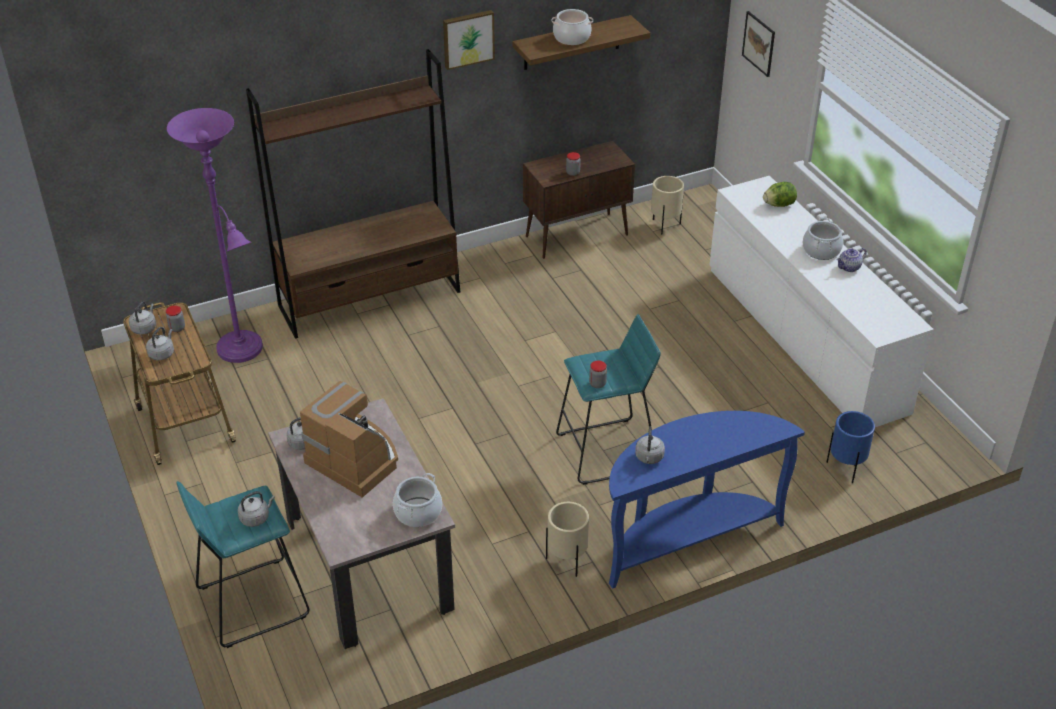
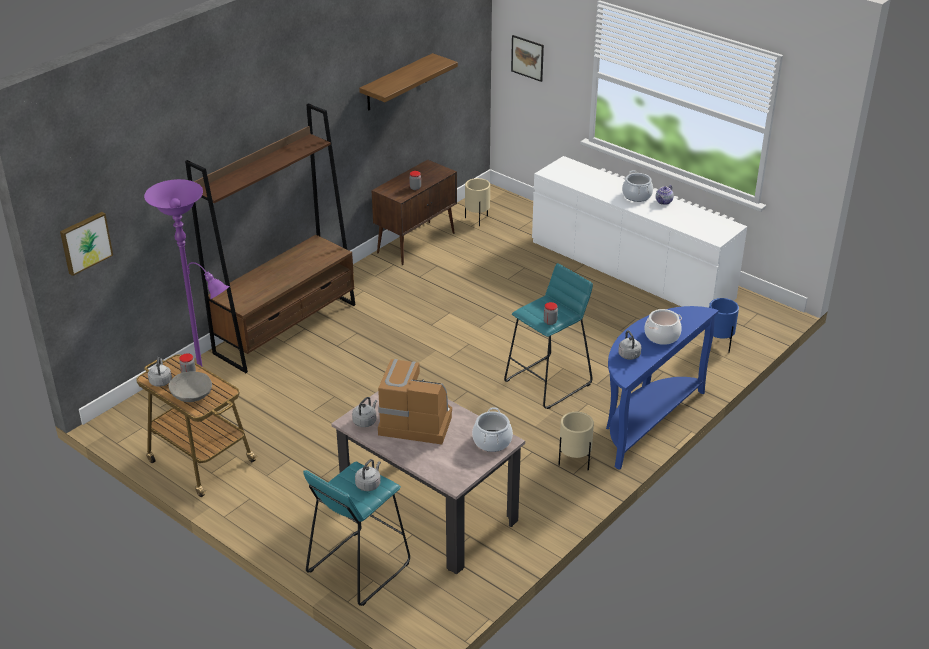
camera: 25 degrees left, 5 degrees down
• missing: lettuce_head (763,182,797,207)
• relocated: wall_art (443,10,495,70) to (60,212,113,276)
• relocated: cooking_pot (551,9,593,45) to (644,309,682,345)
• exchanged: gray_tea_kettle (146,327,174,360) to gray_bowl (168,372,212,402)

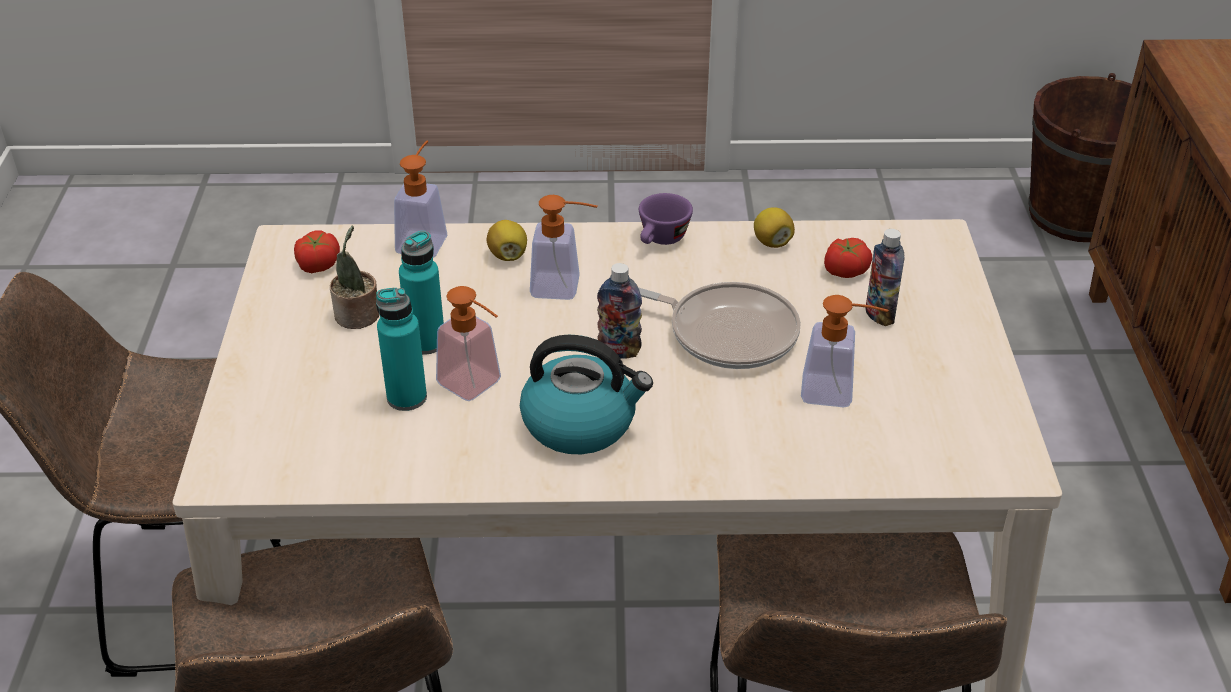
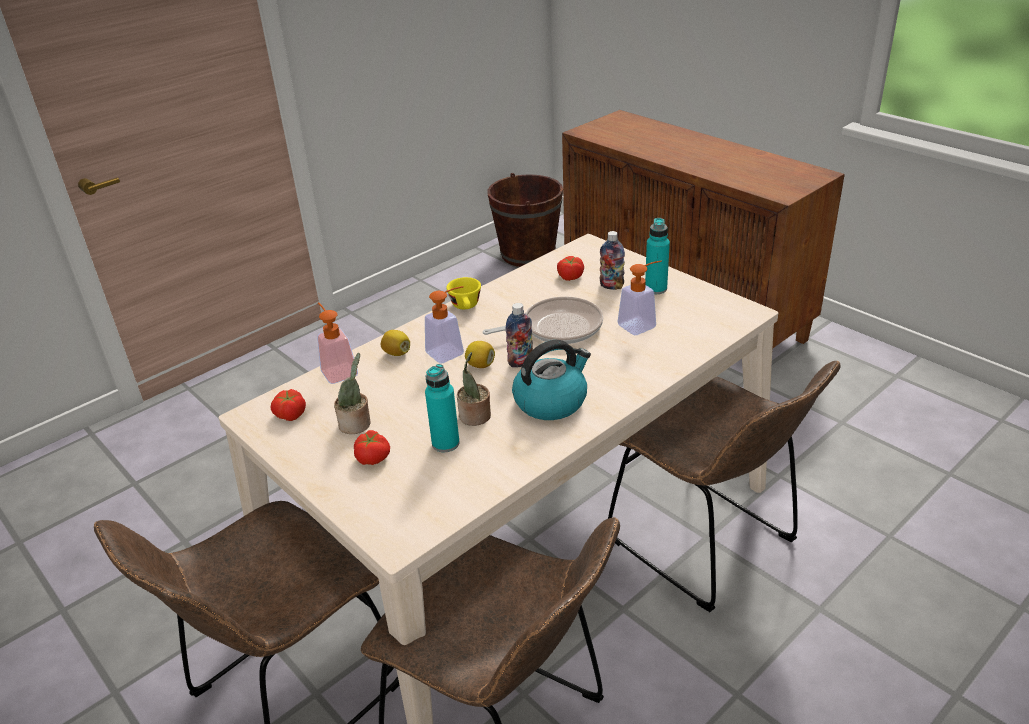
camera: 40 degrees left, 5 degrees down
• appeared: whole_tomato (354,430,390,465)
• relocated: turquoise-coloured_beverage_bottle (399,231,444,355) to (645,218,670,294)
• relocated: whole_lemon (754,207,795,248) to (465,341,495,368)
• exchanged: soap_dispenser (436,286,501,401) to plant_in_a_pot (457,352,491,426)
• colour: purple-coloured_drinking_cup (639,193,693,245) to yellow_drinking_cup (446,277,481,309)

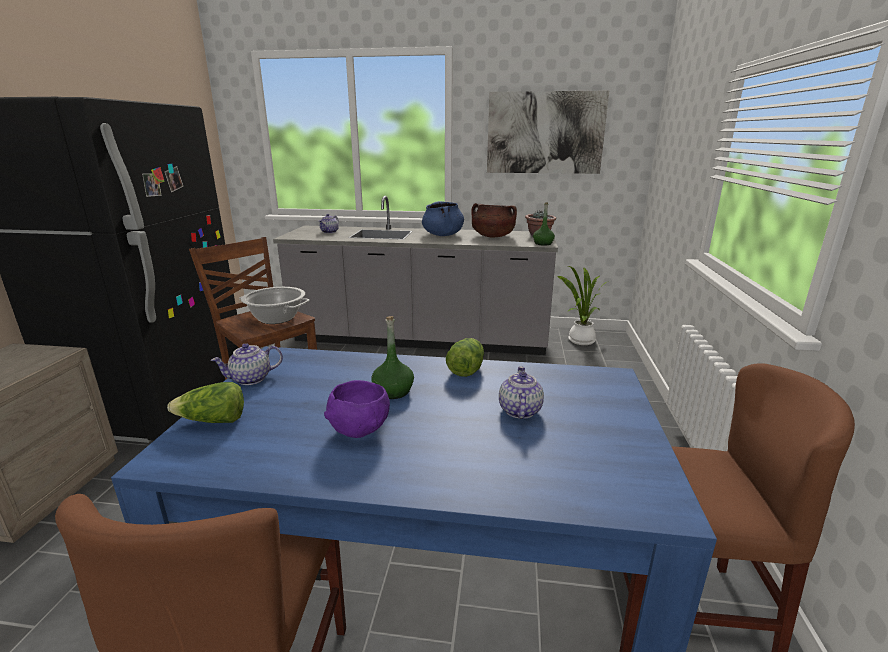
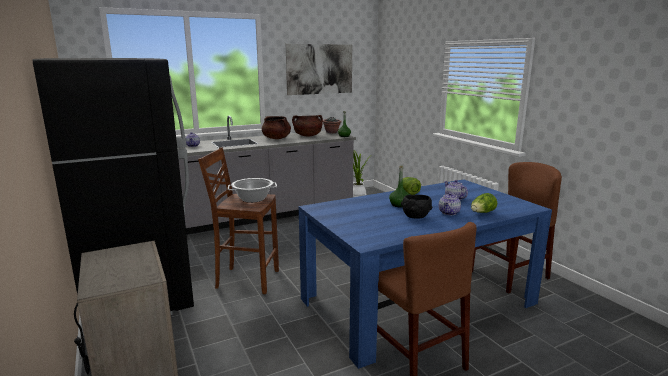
camera: 35 degrees left, 5 degrees down
• relocated: lettuce_head (167,382,244,423) to (471,193,497,213)
• relocated: pot_for_tea (211,343,283,385) to (439,193,461,215)
• colour: purple-coloured_bowl (324,380,390,438) to blackish_bowl (401,195,432,219)
• colour: blue_cooking_pot (422,201,464,236) to brown-coloured_cooking_pot (262,116,291,139)

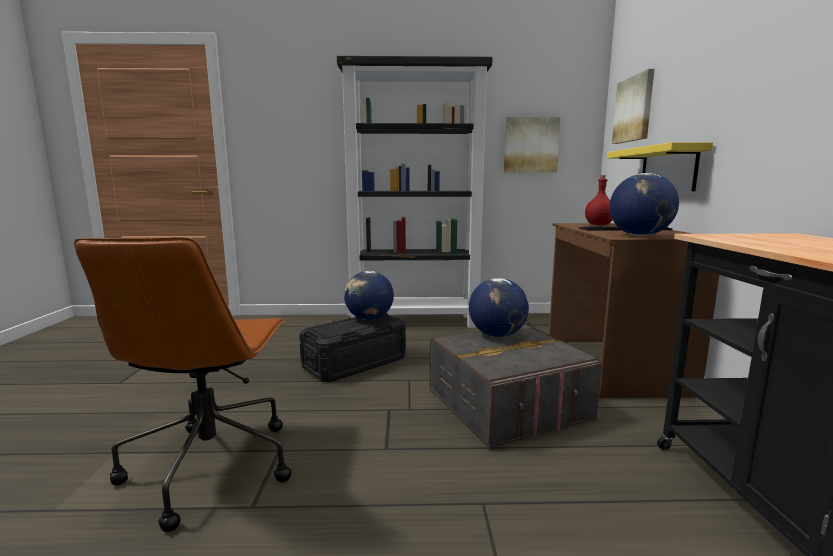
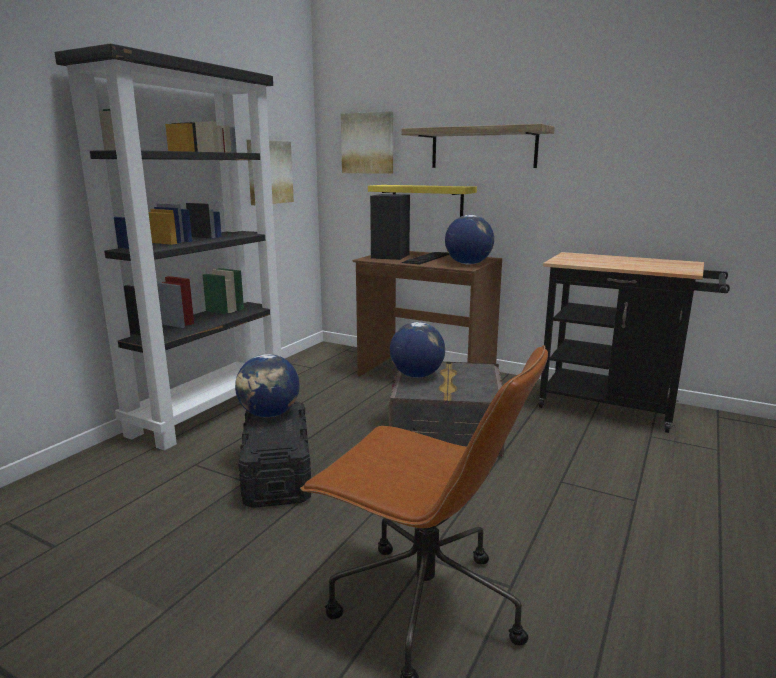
camera: 60 degrees left, 5 degrees up
• appeared: shelf (401,124,555,168)
• exchanged: red_beverage_bottle (585,175,613,225) to blackish_loudspeaker (370,194,410,260)

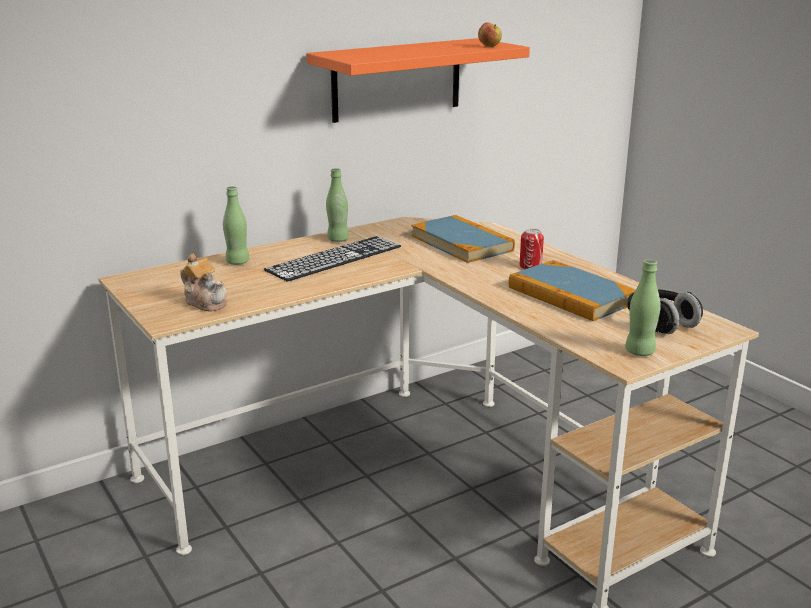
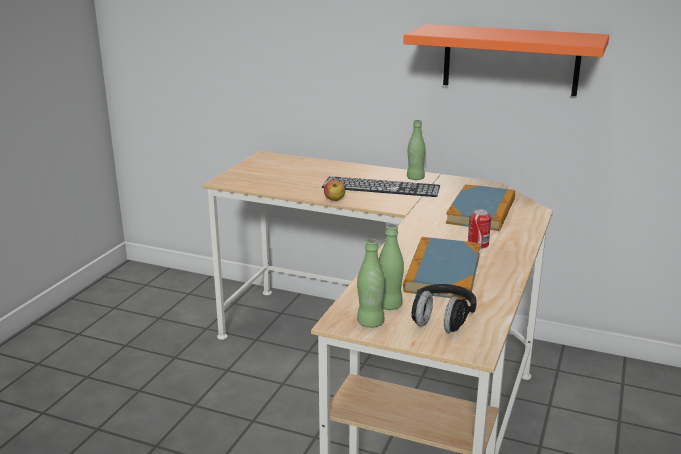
camera: 55 degrees right, 0 degrees up
• missing: pot_for_tea (180,253,227,311)
• relocated: greenish_beverage_bottle (223,186,249,265) to (378,224,404,310)
• relocated: apple_fruit (478,22,502,47) to (324,180,345,201)

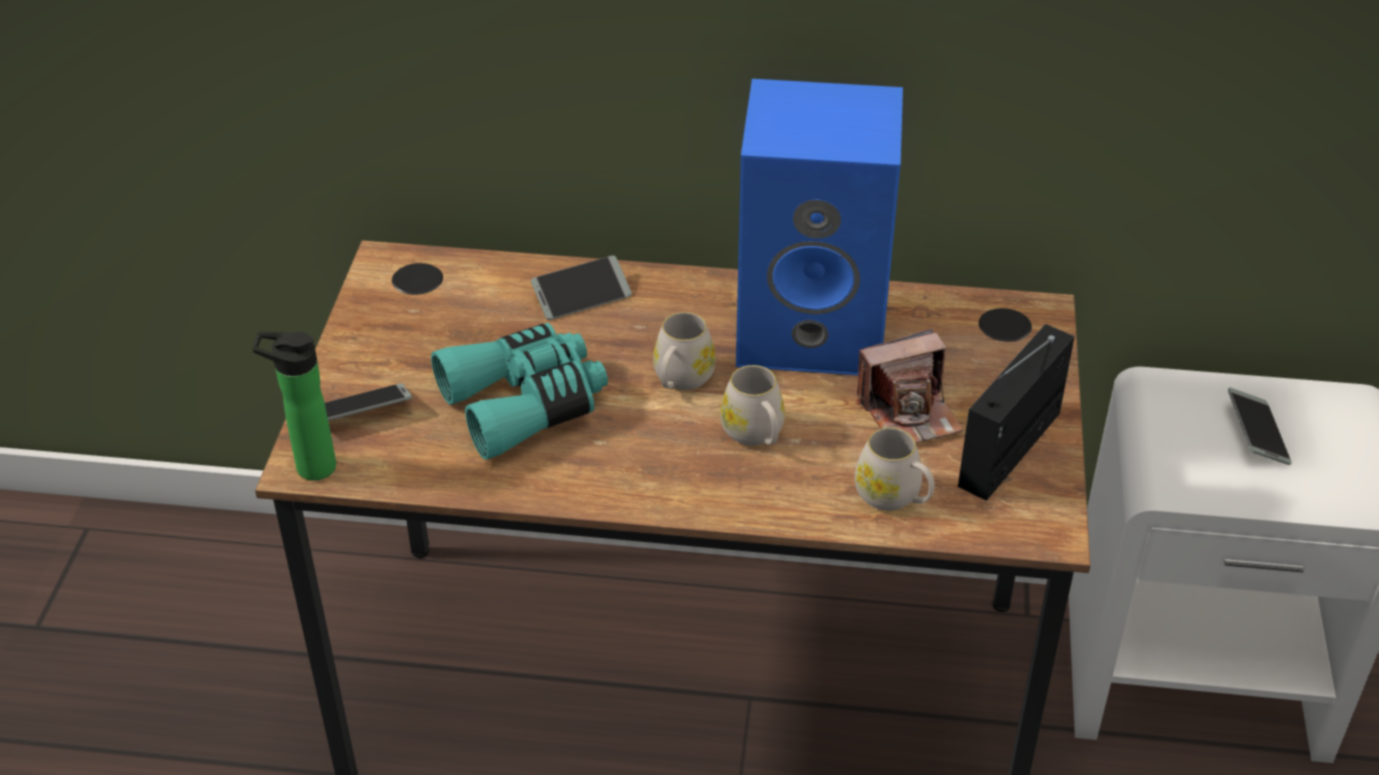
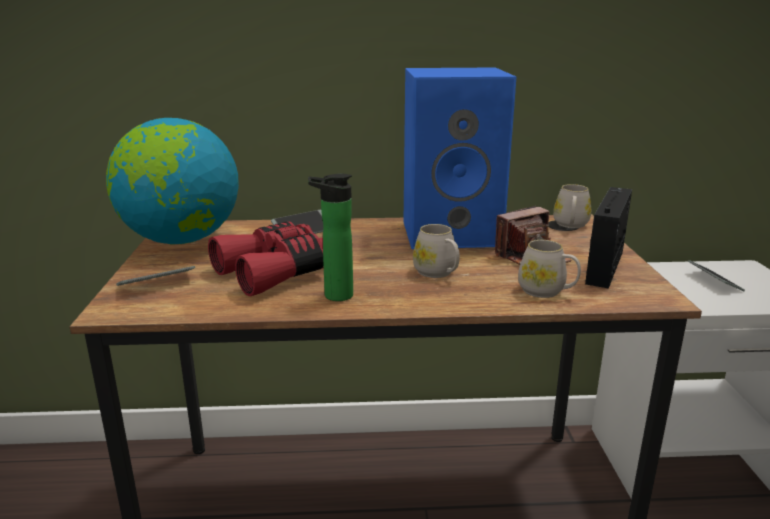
camera: 10 degrees left, 20 degrees down
• appeared: globe (106,118,239,245)
• relocated: beverage_bottle (253,332,336,481) to (308,173,353,301)
• relocated: white-coloured_mug (653,312,716,390) to (553,184,591,228)
• colour: turquoise-coloured_binoculars (431,323,608,460) to red_binoculars (208,221,324,296)

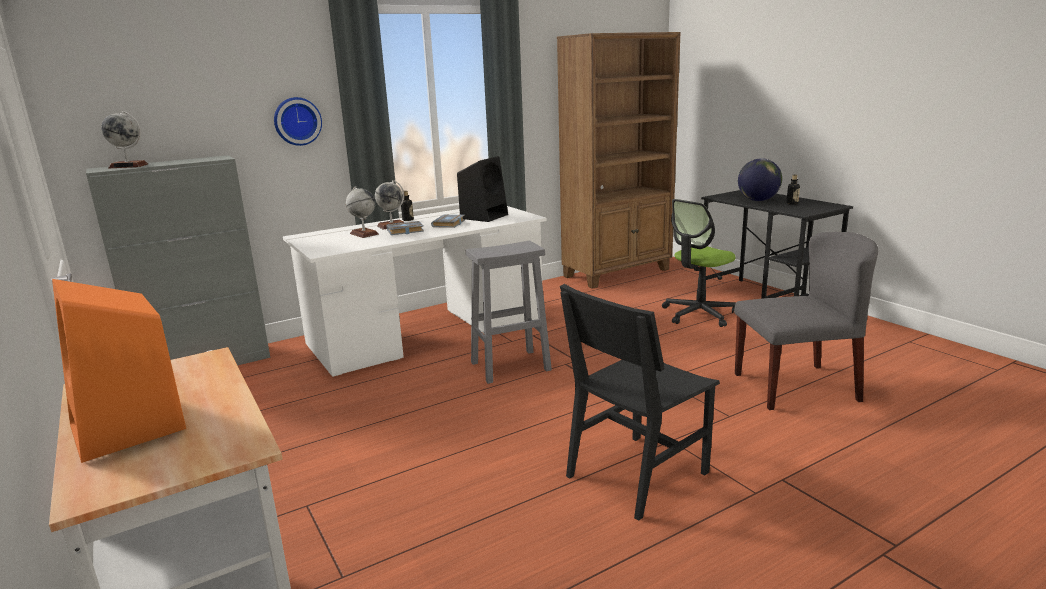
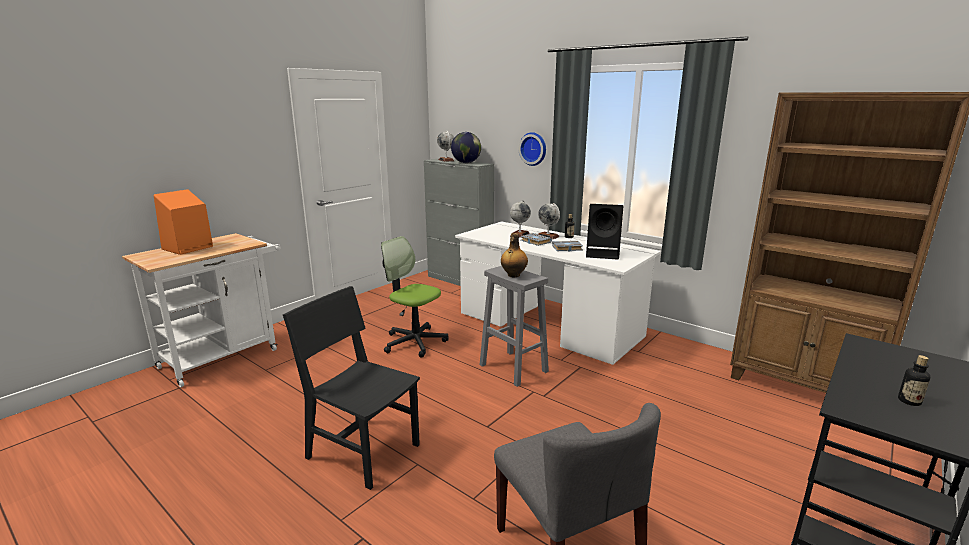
camera: 70 degrees right, 0 degrees up
• appeared: beverage_bottle (501,233,528,277)
• relocated: office_chair (662,199,736,327) to (381,236,449,358)
• relocated: globe (738,158,782,201) to (451,132,481,163)

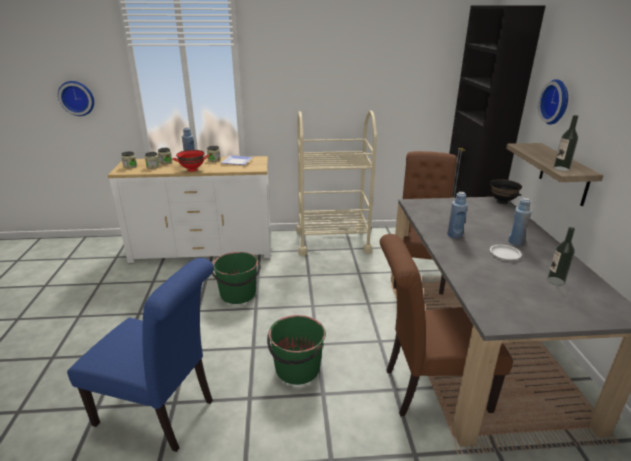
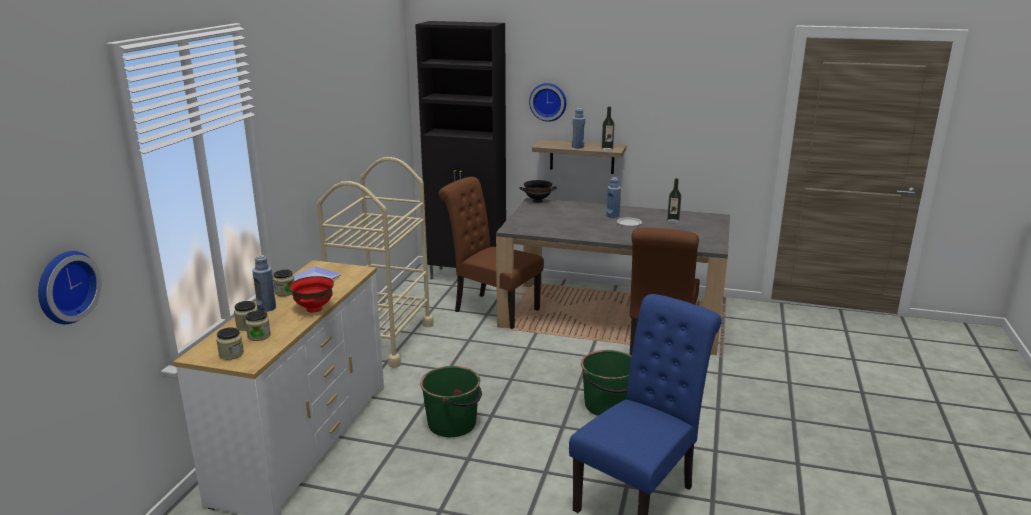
camera: 70 degrees left, 5 degrees down
• relocated: blue_beverage_bottle (447,192,468,238) to (572,108,585,148)

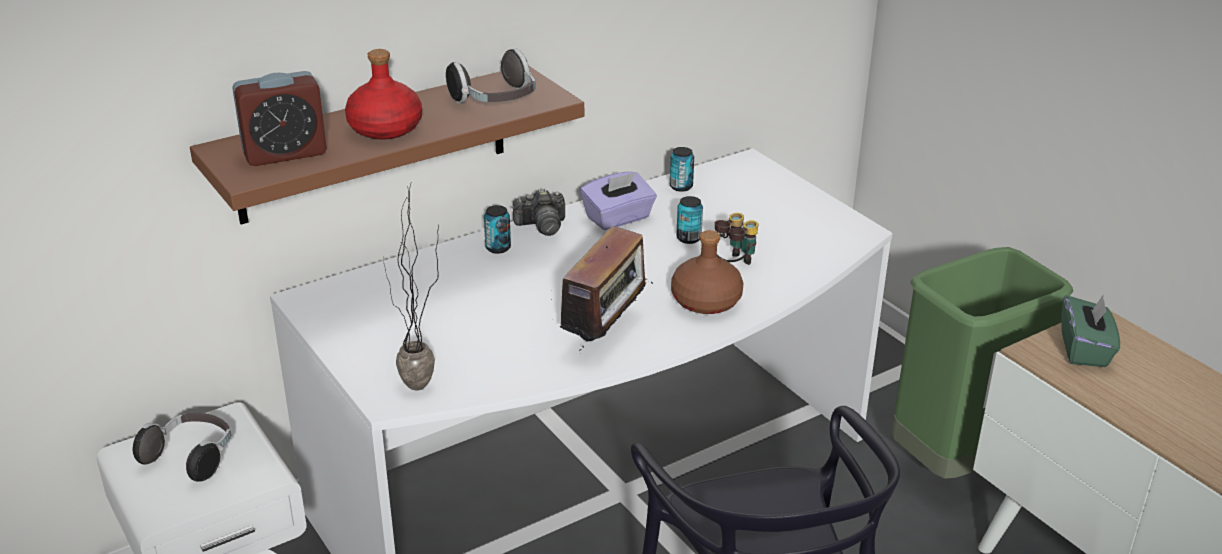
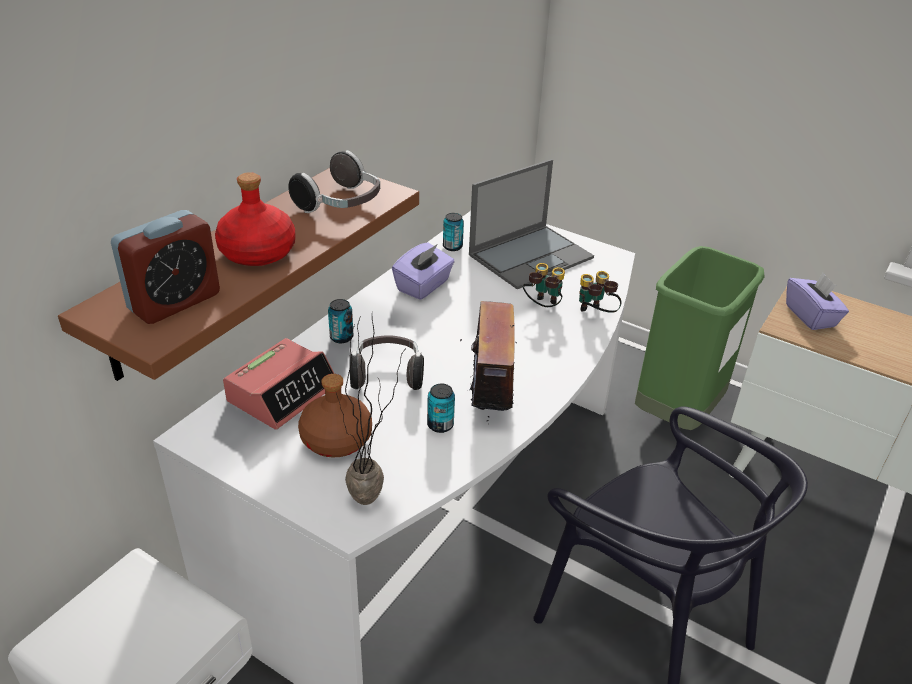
camera: 25 degrees left, 5 degrees up
• missing: still_camera (513,189,565,236)
• appeared: table_clock (223,338,335,430)
• appeared: portable_computer (469,159,594,289)
• appeared: binoculars (579,271,622,313)
• relocated: pair_of_headphones (133,413,231,482) to (349,335,424,390)
• relocated: brown-coloured_beverage_bottle (671,230,743,314) to (298,374,372,457)
• relocated: sealed_can (676,196,703,244) to (427,384,455,433)
• colour: greenish_box_of_tissues (1062,294,1120,367) to purple-coloured_box_of_tissues (786,273,849,330)

